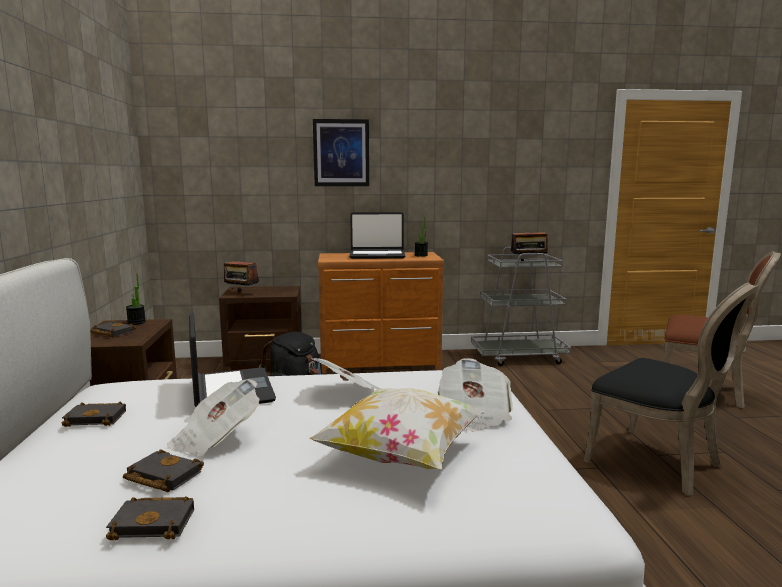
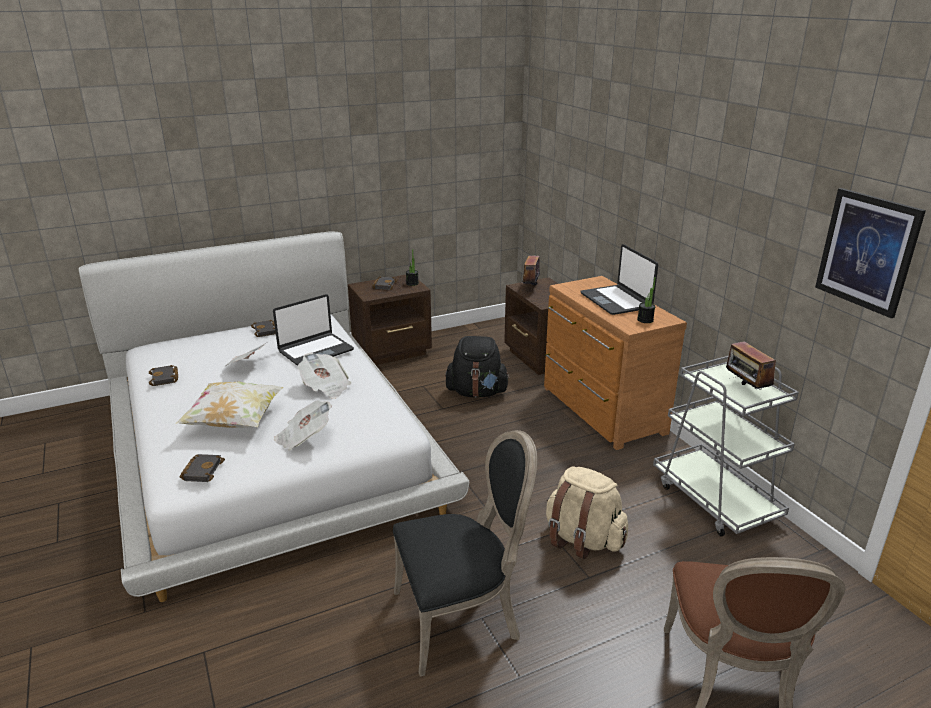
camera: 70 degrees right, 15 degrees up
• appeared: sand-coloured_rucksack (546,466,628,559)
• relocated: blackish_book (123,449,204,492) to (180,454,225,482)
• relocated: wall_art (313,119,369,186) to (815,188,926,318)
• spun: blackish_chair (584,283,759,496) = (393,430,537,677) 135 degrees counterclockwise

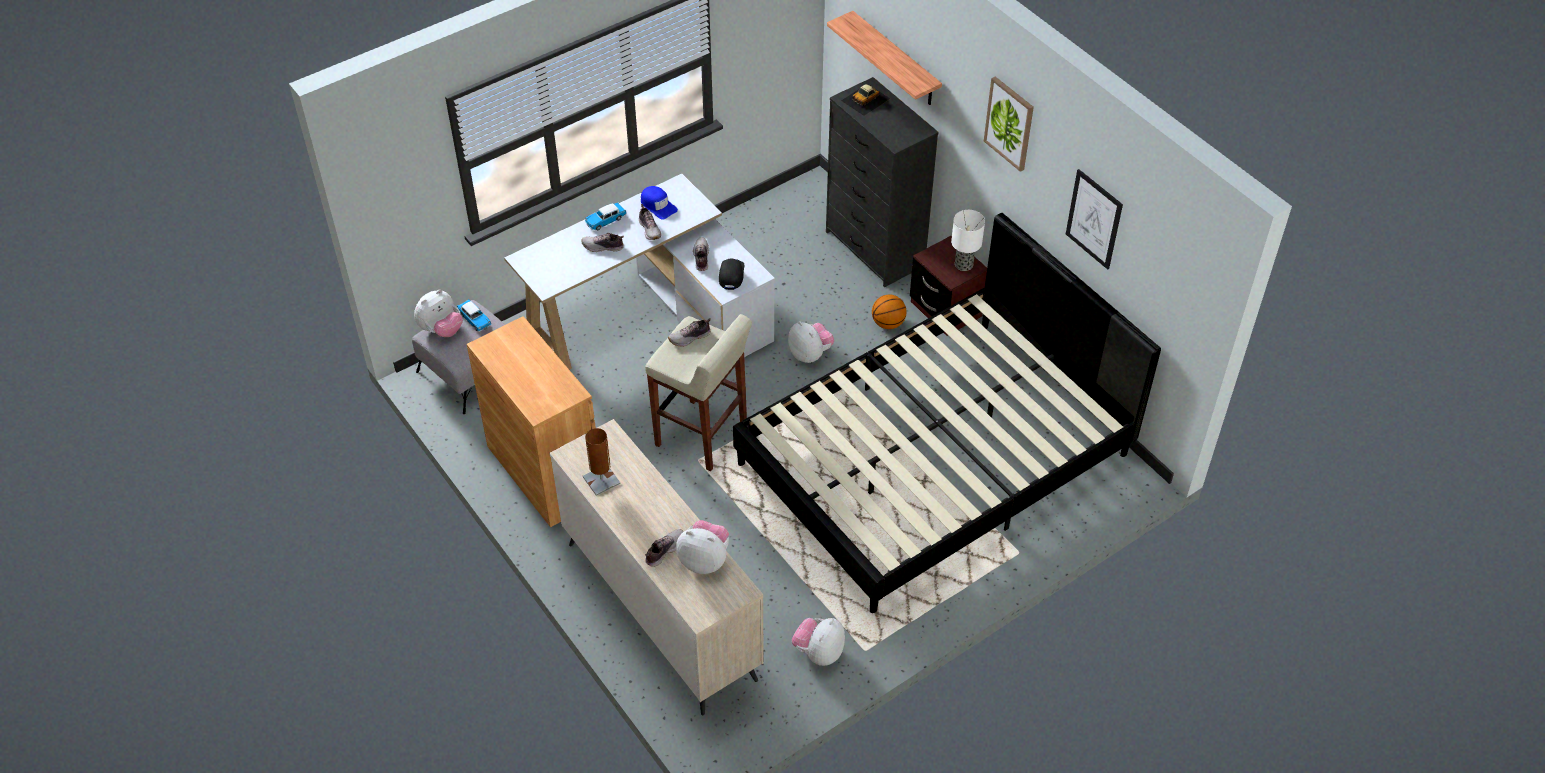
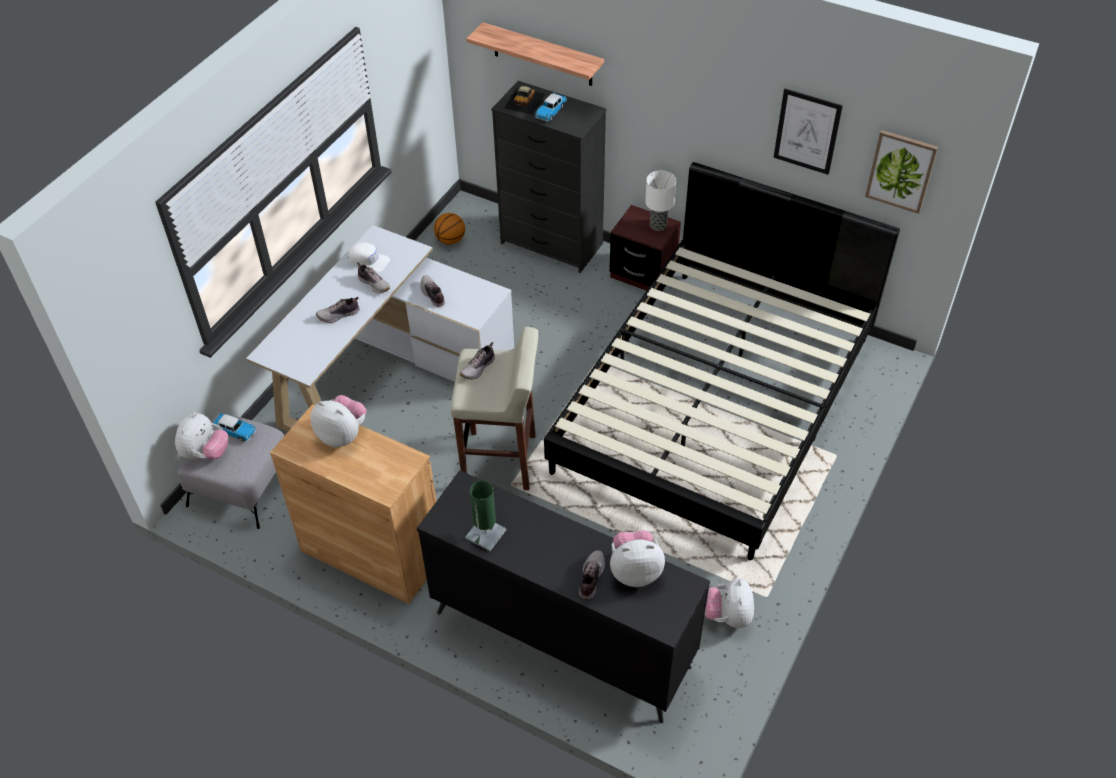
camera: 25 degrees left, 0 degrees up
• missing: blackish_baseball_cap (719,258,744,290)
• relocated: miniature_car (585,203,627,230) to (535,93,566,121)
• relocated: cuddly_toy (788,321,834,363) to (310,395,367,447)
• relocated: ball_for_basketball (872,295,907,329) to (434,213,465,245)
• relocated: wall_art (984,77,1034,172) to (865,130,938,214)
• colour: sand-coloured_chest_of_drawers (550,419,764,715) to blackish_chest_of_drawers (417,470,710,723)
• colour: brown-coloured_table_lamp (583,428,621,496) to greenish_table_lamp (465,481,506,551)
• colour: blue_baseball_cap (641,186,678,220) to white-coloured_baseball_cap (348,242,390,272)

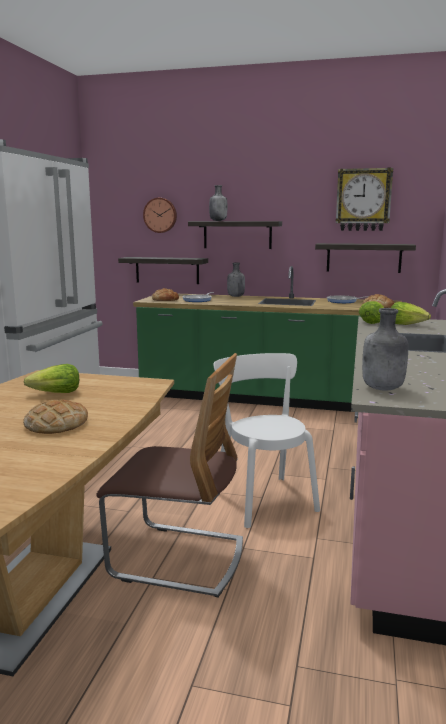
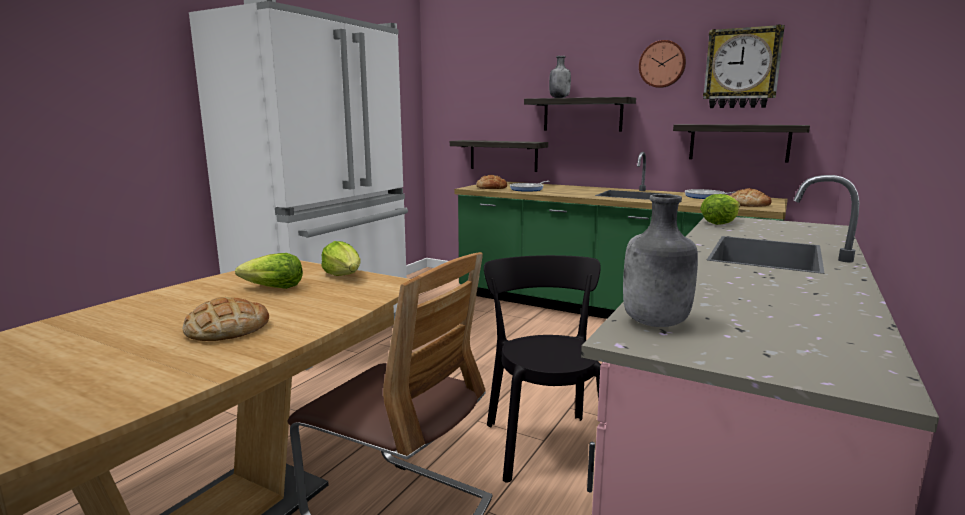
camera: 15 degrees right, 0 degrees up
• missing: gray_beverage_bottle (227,263,245,297)
• relocated: clock_on_the_wall (143,198,177,233) to (639,40,686,88)
• relocated: lettuce_head (391,302,431,325) to (321,241,361,276)
• colour: white-coloured_chair (213,353,320,528) to blackish_chair (484,255,601,482)

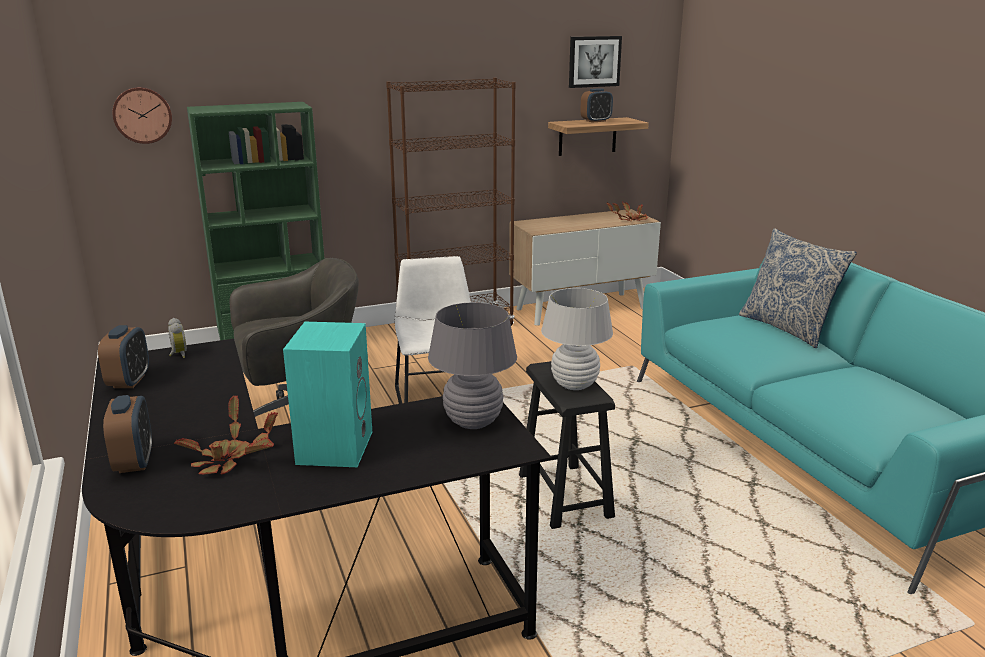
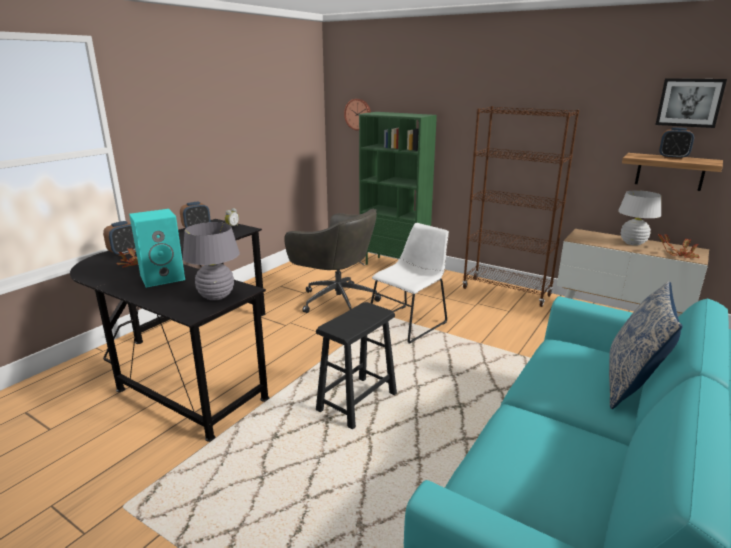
camera: 55 degrees right, 0 degrees up
• relocated: white-coloured_table_lamp (541,288,613,390) to (618,190,661,246)

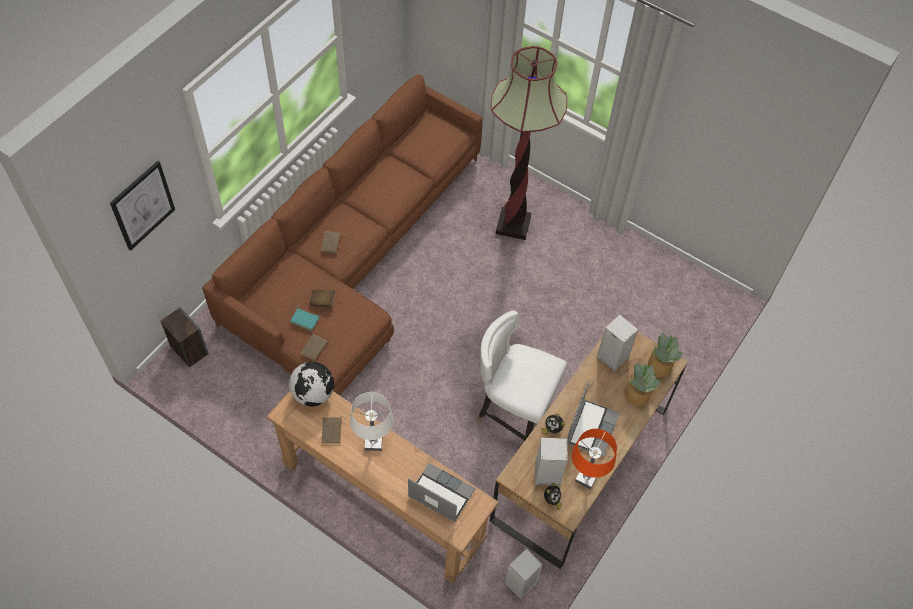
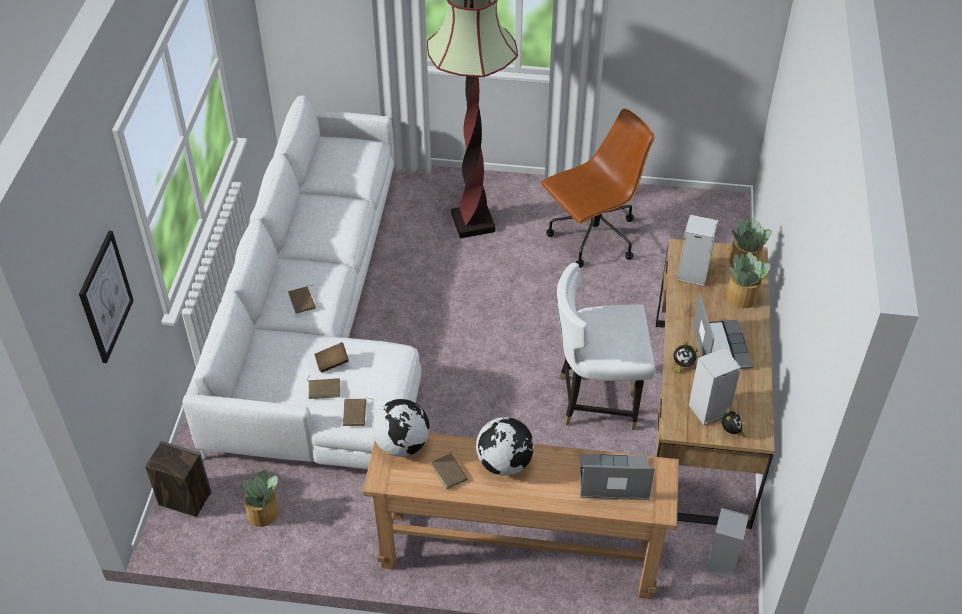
camera: 25 degrees left, 10 degrees down
• missing: orange-coloured_table_lamp (572,429,617,489)
• appeared: plant_in_a_pot (240,469,279,527)
• appeared: brown-coloured_office_chair (541,108,654,268)
• exchanged: white-coloured_table_lamp (350,392,393,451) to globe (476,417,534,476)
• colour: brown-coloured_couch (202,74,482,395) to white-coloured_couch (183,95,421,469)
• colour: turquoise-coloured_book (290,304,319,331) to brown-coloured_book (307,375,340,399)

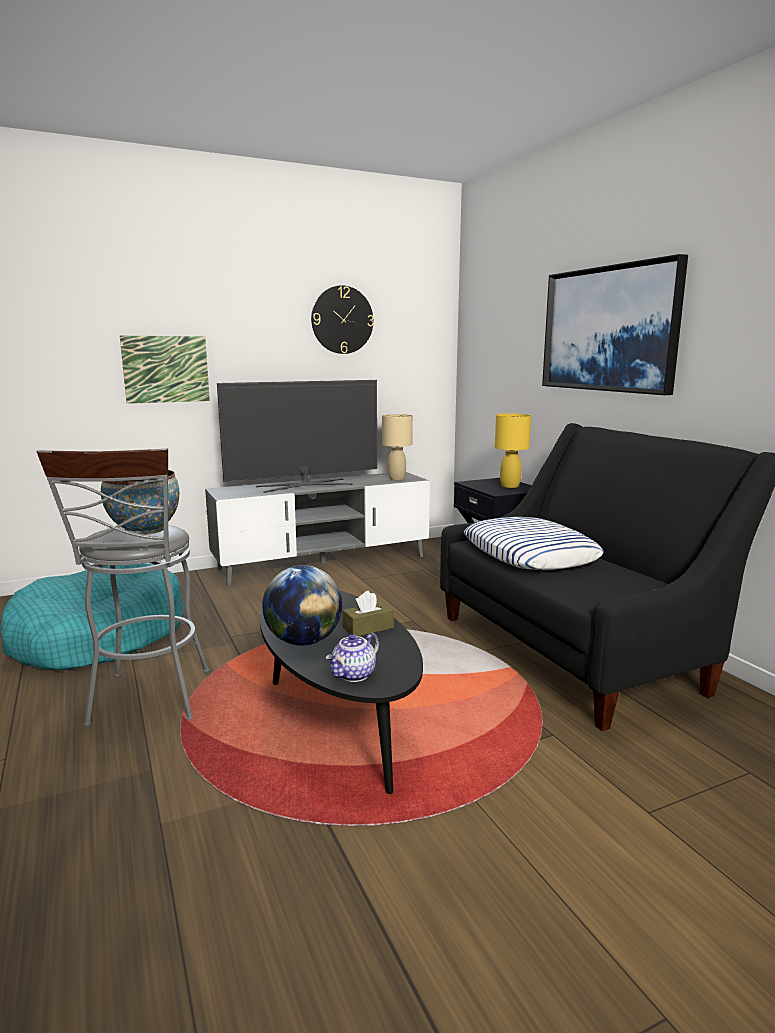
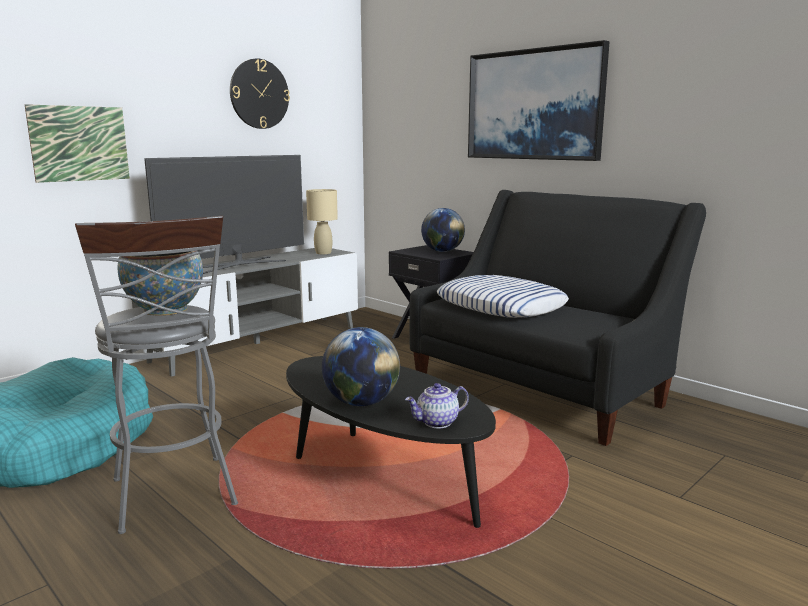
camera: 20 degrees left, 0 degrees up
• missing: brown-coloured_box_of_tissues (342,591,394,636)
• exchanged: yellow_table_lamp (495,414,531,488) to globe (421,208,465,252)
• spun: pot_for_tea (326,633,379,682) = (405,383,469,428) 45 degrees clockwise

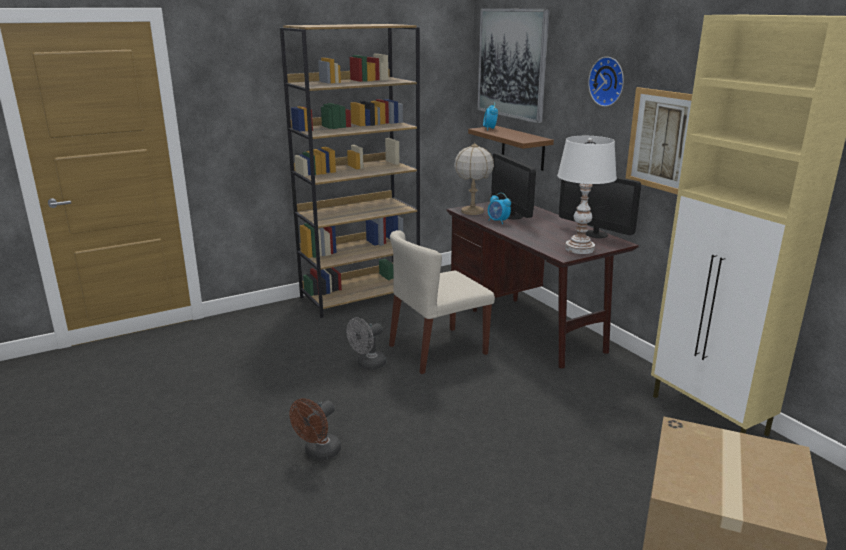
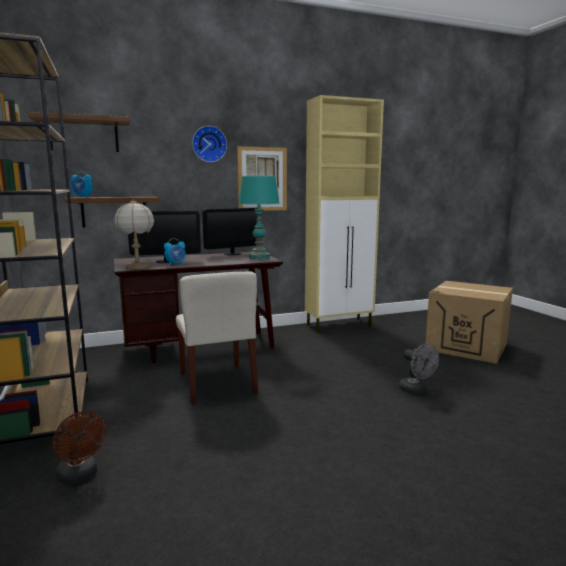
camera: 80 degrees left, 10 degrees down
• relocated: brown-coloured_electric_fan (290,398,341,461) to (53,411,106,484)
• relocated: gray_electric_fan (346,317,386,370) to (399,344,439,394)
• exchanged: wall_art (478,8,550,123) to brown-coloured_shelf (28,112,130,152)
• colour: white-coloured_table_lamp (557,136,617,254) to turquoise-coloured_table_lamp (238,175,280,259)

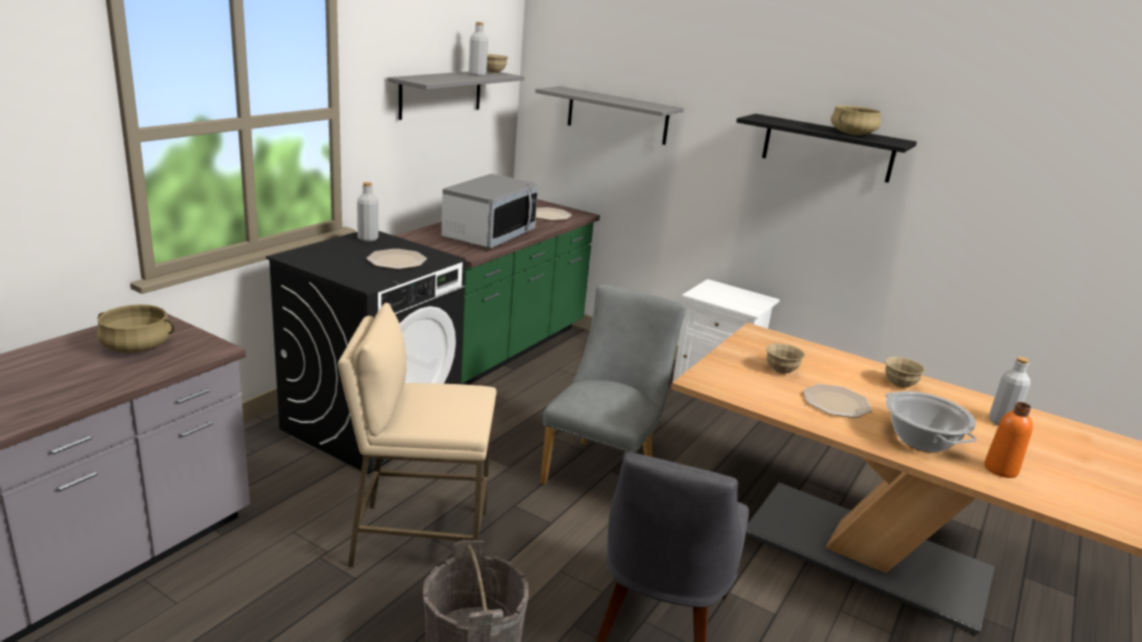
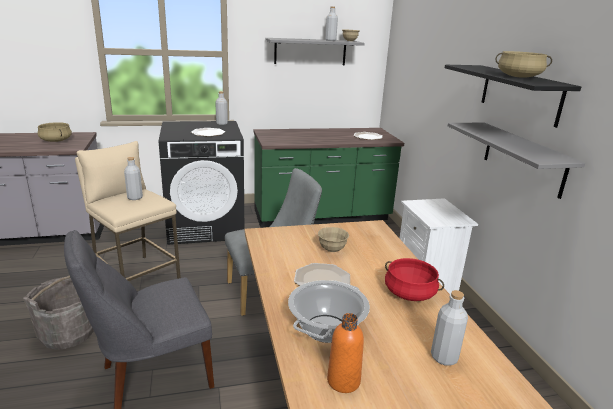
camera: 45 degrees right, 0 degrees up
• missing: kitchen_microwave (441,174,538,248)
• appeared: gray_beverage_bottle (124,157,143,200)
• relocated: gray_shelf (535,86,684,145) to (448,122,585,199)
• exchanged: sand-coloured_bowl (885,357,925,388) to red_cooking_pot (385,258,444,301)

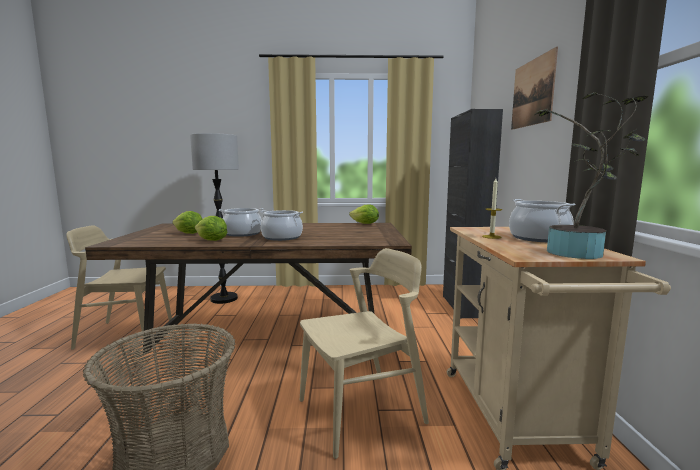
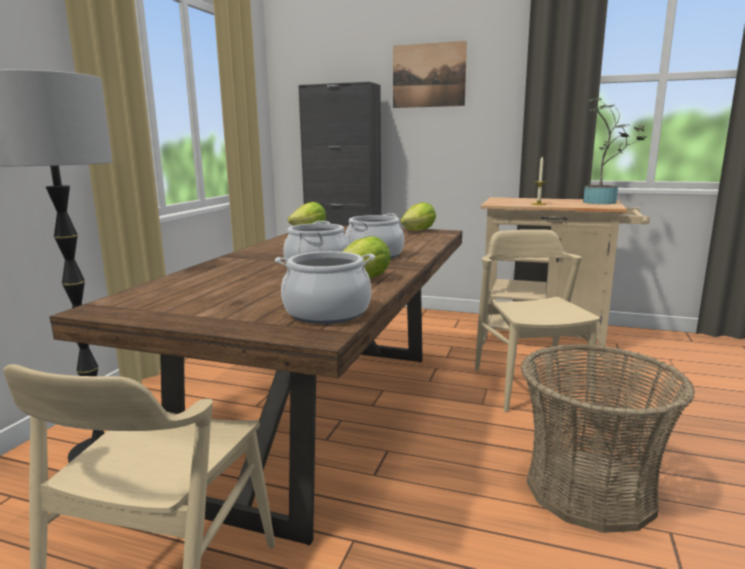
camera: 70 degrees left, 5 degrees up
• relocated: lettuce_head (172,211,202,234) to (401,202,436,231)
• relocated: cooking_pot (509,199,576,242) to (275,251,375,324)

